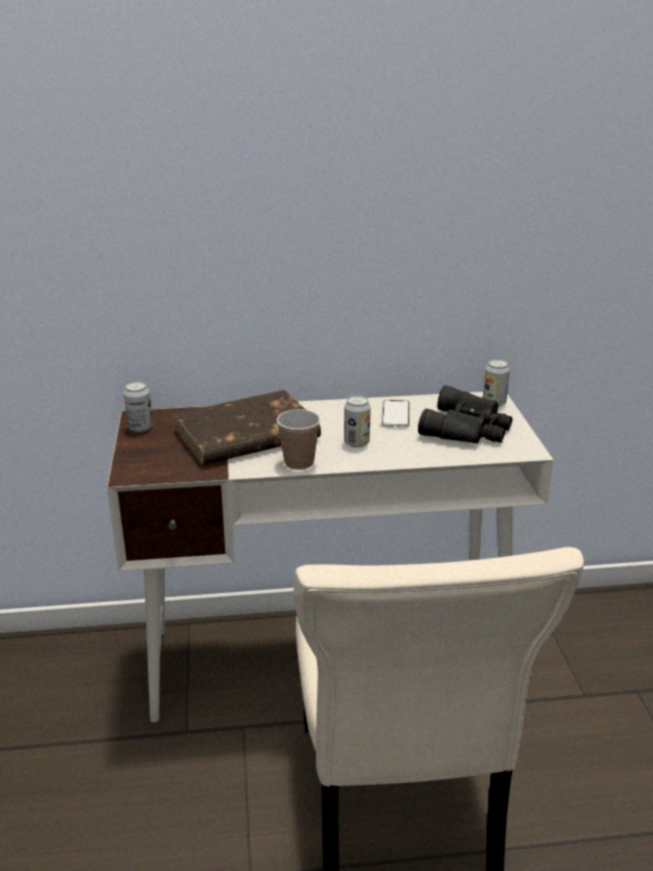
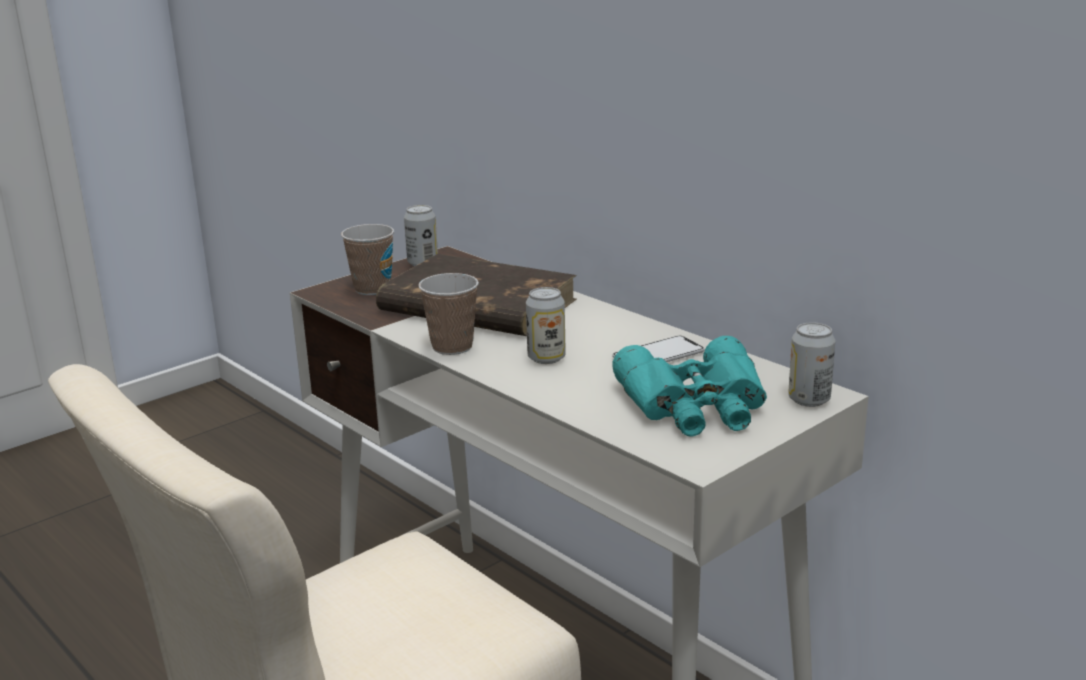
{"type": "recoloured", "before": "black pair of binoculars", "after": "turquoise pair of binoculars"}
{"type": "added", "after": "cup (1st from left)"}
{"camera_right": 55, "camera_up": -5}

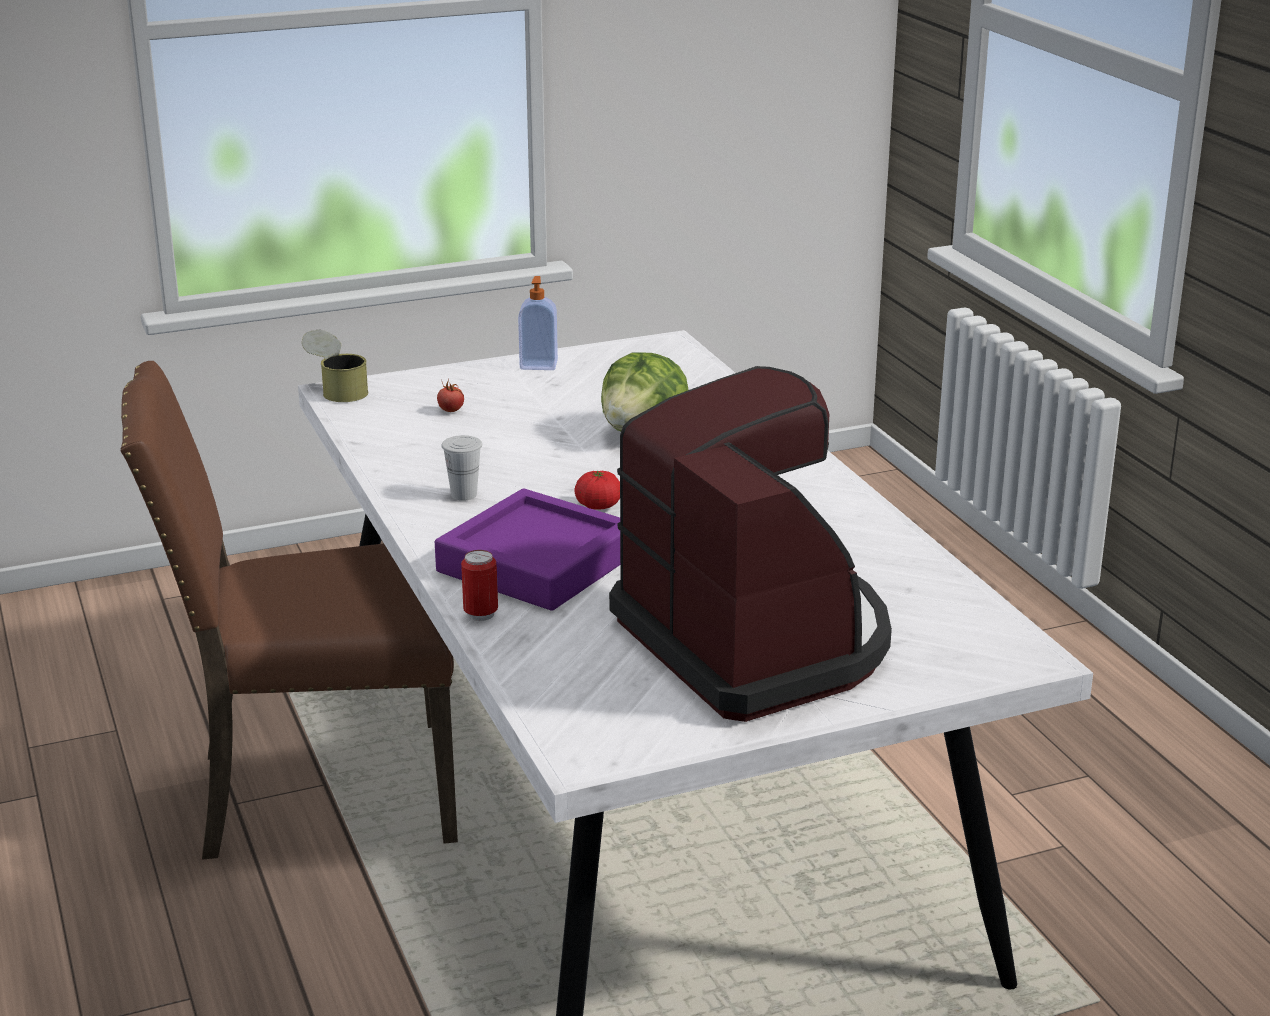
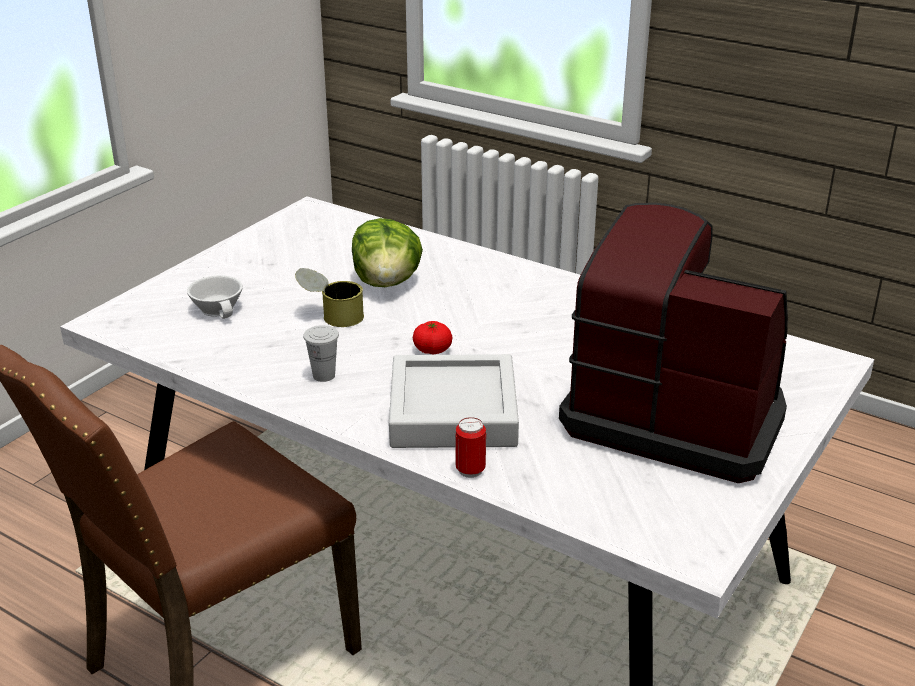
{"type": "removed", "before": "liquid soap bottle"}
{"type": "moved", "before": "sealed can (1st from left)"}
{"type": "replaced", "before": "fresh tomato (1st from left)", "after": "white-coloured cup (1st from left)"}
{"type": "recoloured", "before": "purplish serving tray", "after": "gray serving tray"}
{"camera_right": -35, "camera_up": 5}

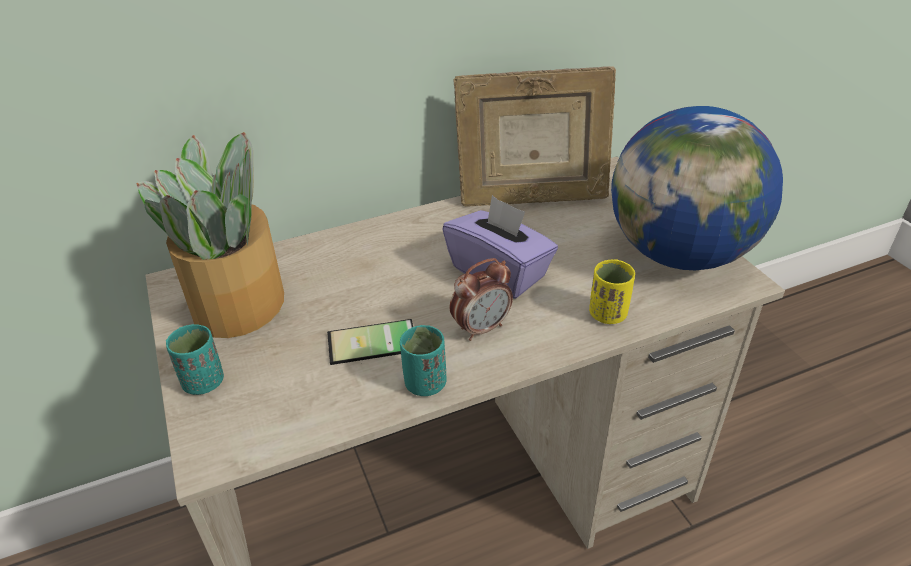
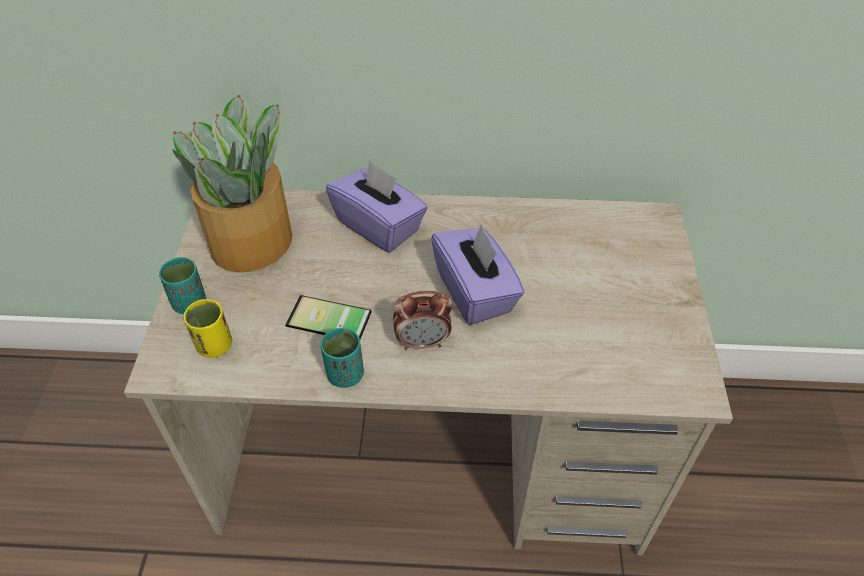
{"type": "removed", "before": "standing frame"}
{"type": "removed", "before": "desk globe"}
{"type": "moved", "before": "yellow-coloured cup"}
{"type": "added", "after": "purplish box of tissues (1st from left)"}
{"camera_right": 25, "camera_up": 10}

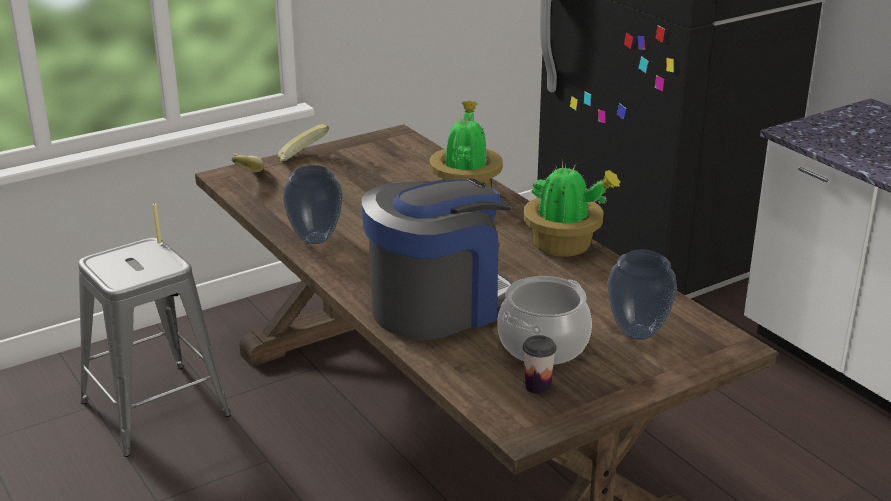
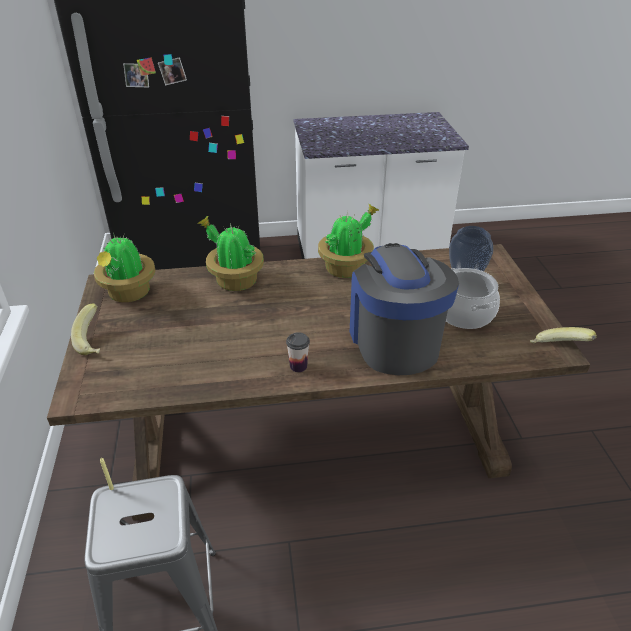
{"type": "moved", "before": "banana (1st from left in the first image)", "after": "banana (2nd from left)"}
{"type": "removed", "before": "decorative vase (1st from left)"}
{"type": "moved", "before": "cup"}
{"type": "added", "after": "plant in a pot (1st from left)"}
{"camera_right": -65, "camera_up": 10}

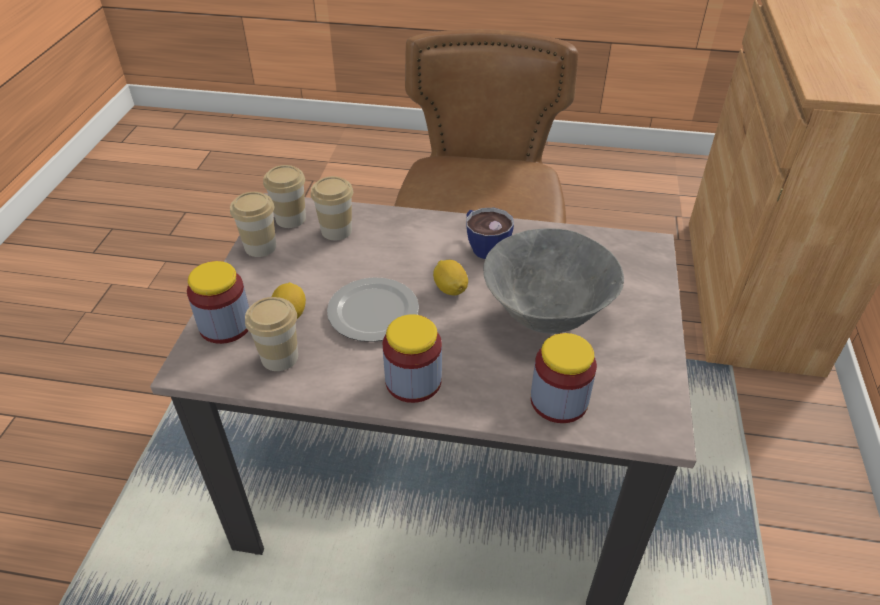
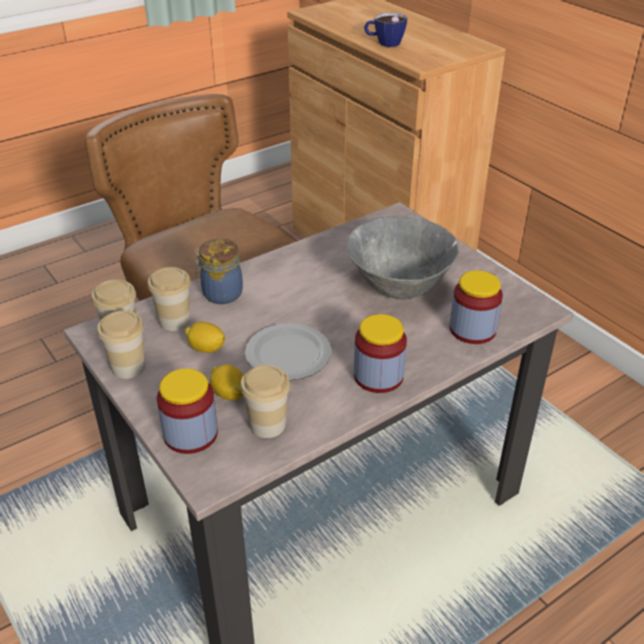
{"type": "moved", "before": "cup (5th from left)"}
{"type": "moved", "before": "lemon (2nd from left in the first image)", "after": "lemon (1st from left)"}
{"type": "added", "after": "storage jar (2nd from left)"}
{"camera_right": -45, "camera_up": -5}

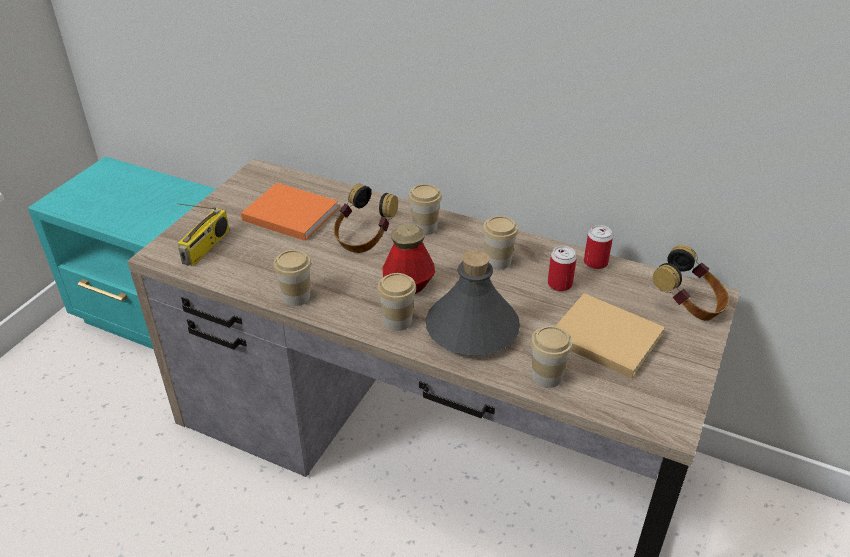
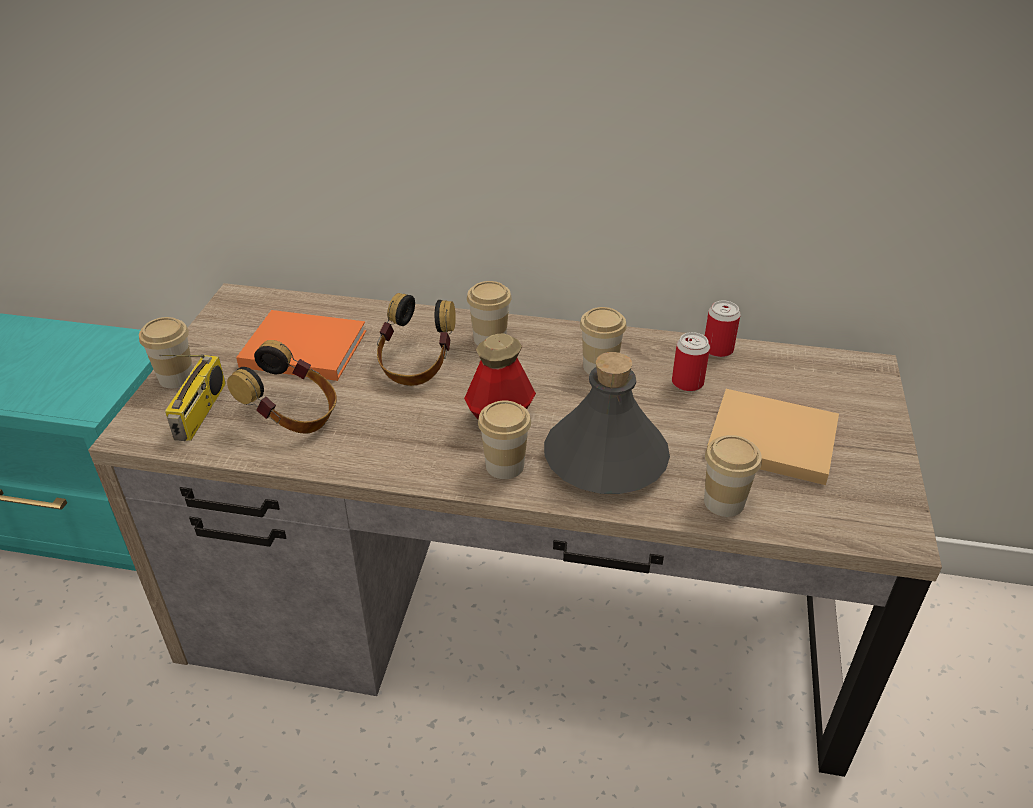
{"type": "moved", "before": "pair of headphones (2nd from left in the first image)", "after": "pair of headphones (1st from left)"}
{"type": "moved", "before": "cup (1st from left)"}
{"camera_right": -15, "camera_up": 0}

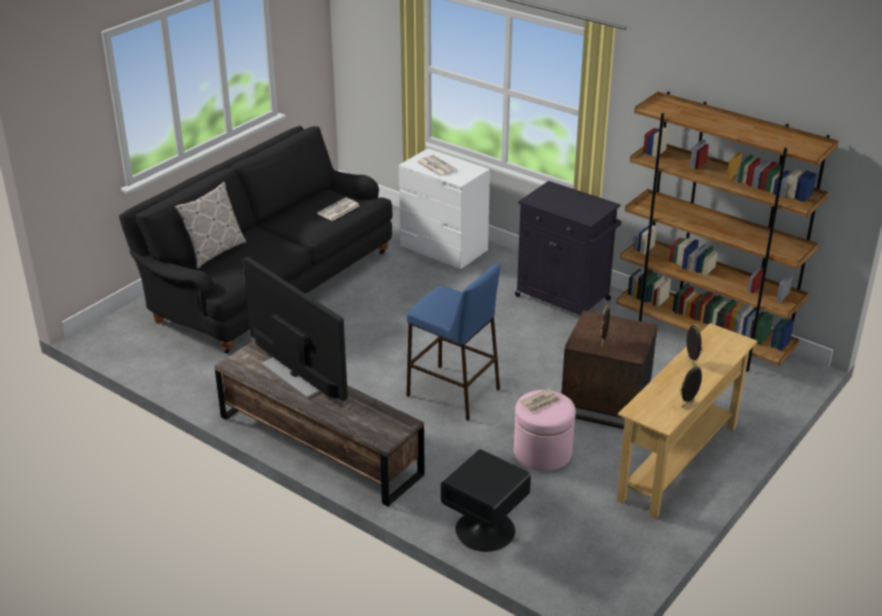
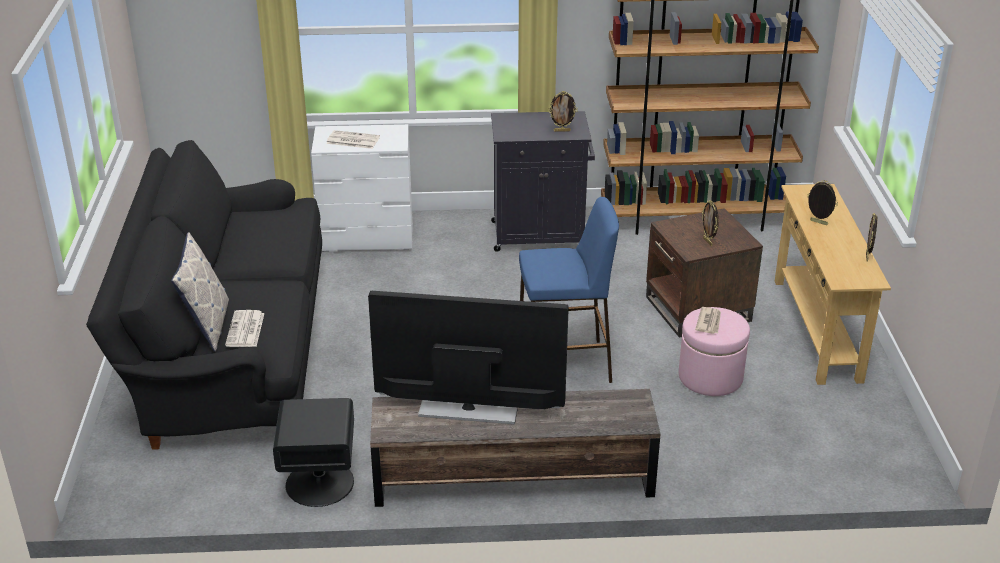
{"type": "moved", "before": "printed paper (1st from left)"}
{"type": "moved", "before": "black bedside table"}
{"type": "added", "after": "standing frame (1st from left)"}
{"camera_right": -40, "camera_up": 0}

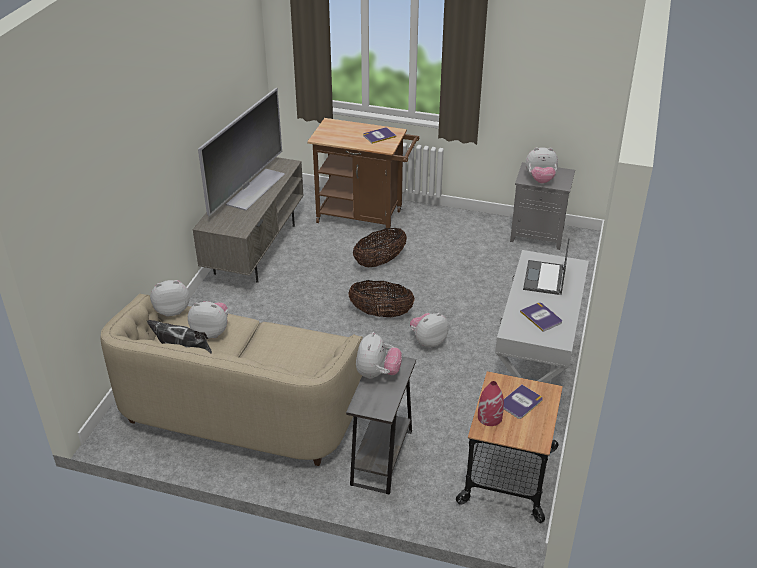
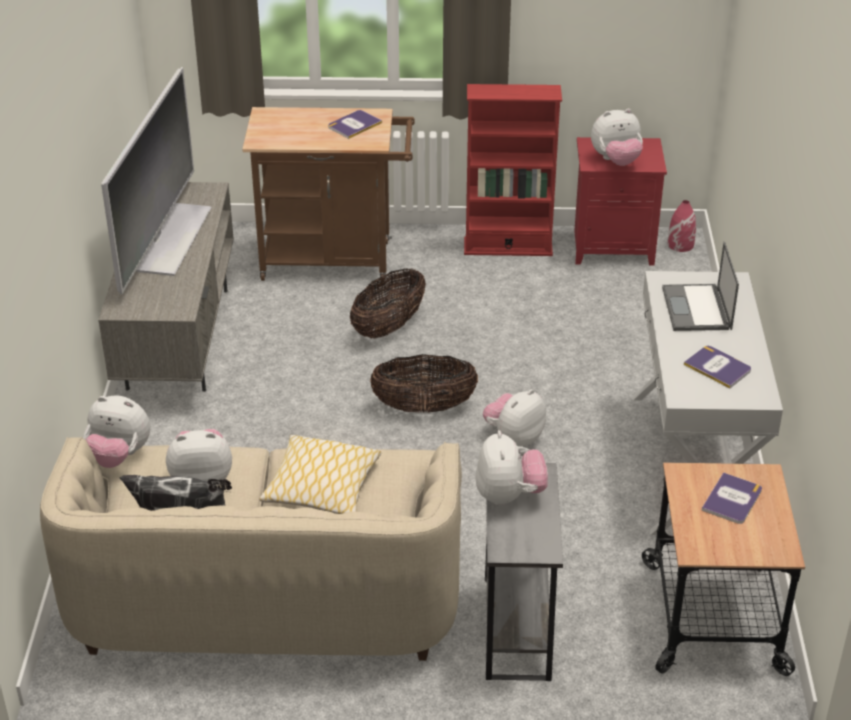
{"type": "recoloured", "before": "gray bedside table", "after": "reddish bedside table"}
{"type": "turned", "before": "plush toy (1st from left)", "turn": -135}
{"type": "moved", "before": "reddish decorative vase"}
{"type": "added", "after": "reddish bookshelf"}
{"type": "added", "after": "pillow (2nd from left)"}
{"camera_right": -15, "camera_up": 0}

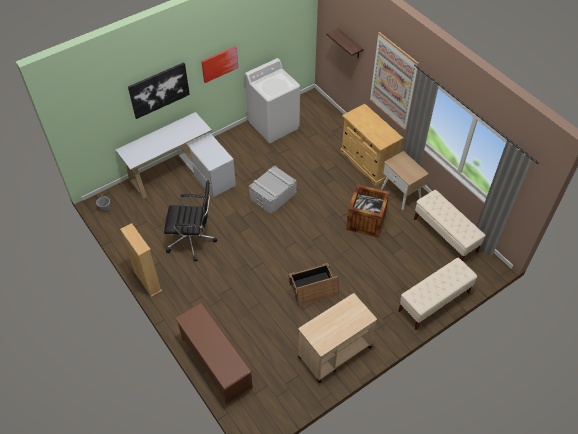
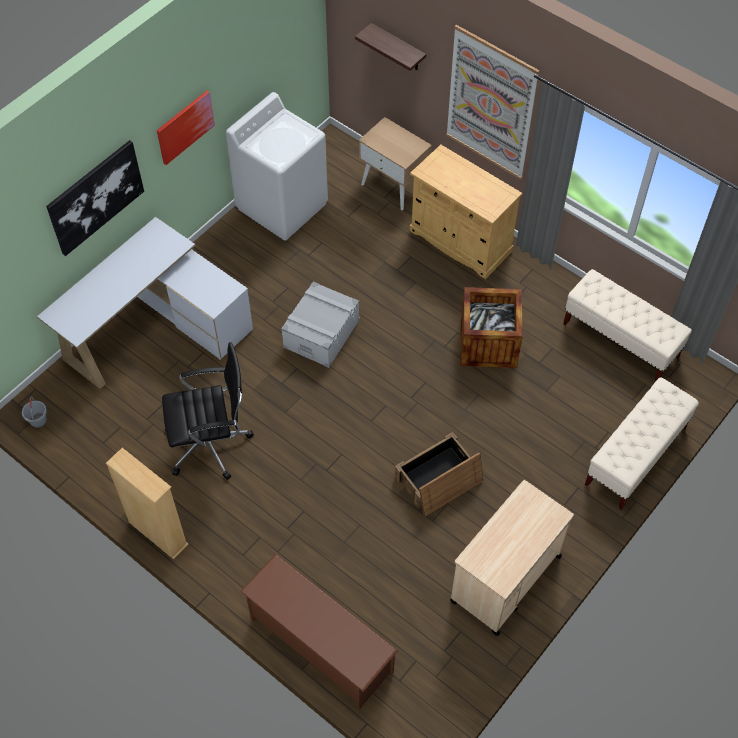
{"type": "moved", "before": "beige bedside table"}
{"camera_right": -15, "camera_up": 5}

